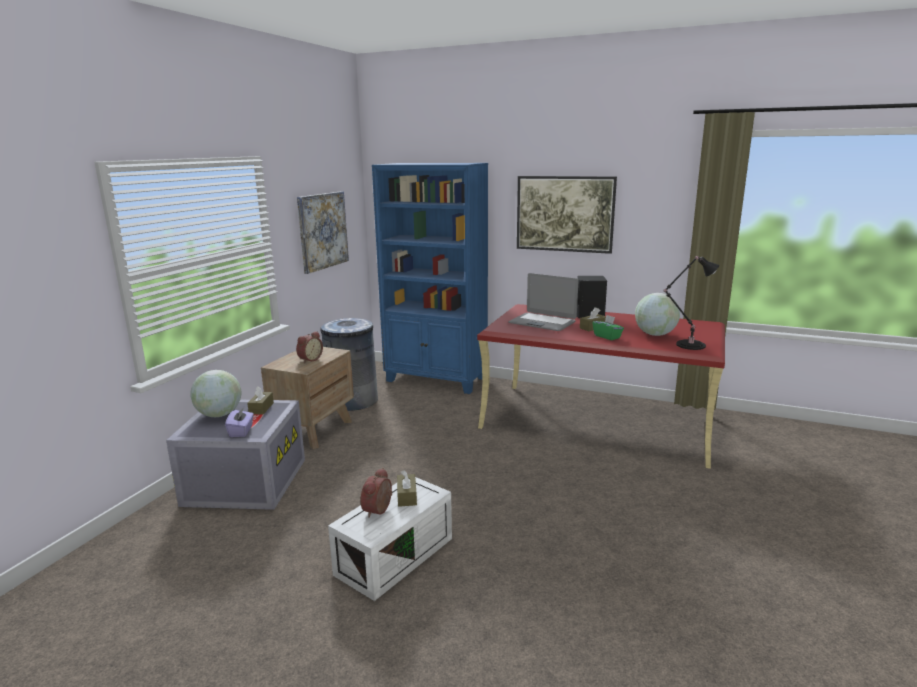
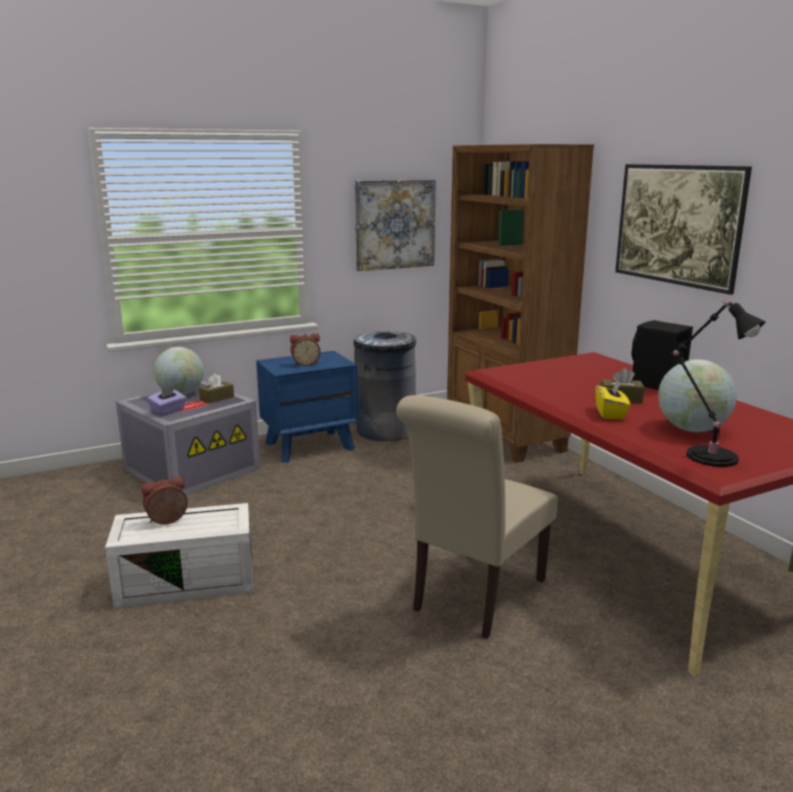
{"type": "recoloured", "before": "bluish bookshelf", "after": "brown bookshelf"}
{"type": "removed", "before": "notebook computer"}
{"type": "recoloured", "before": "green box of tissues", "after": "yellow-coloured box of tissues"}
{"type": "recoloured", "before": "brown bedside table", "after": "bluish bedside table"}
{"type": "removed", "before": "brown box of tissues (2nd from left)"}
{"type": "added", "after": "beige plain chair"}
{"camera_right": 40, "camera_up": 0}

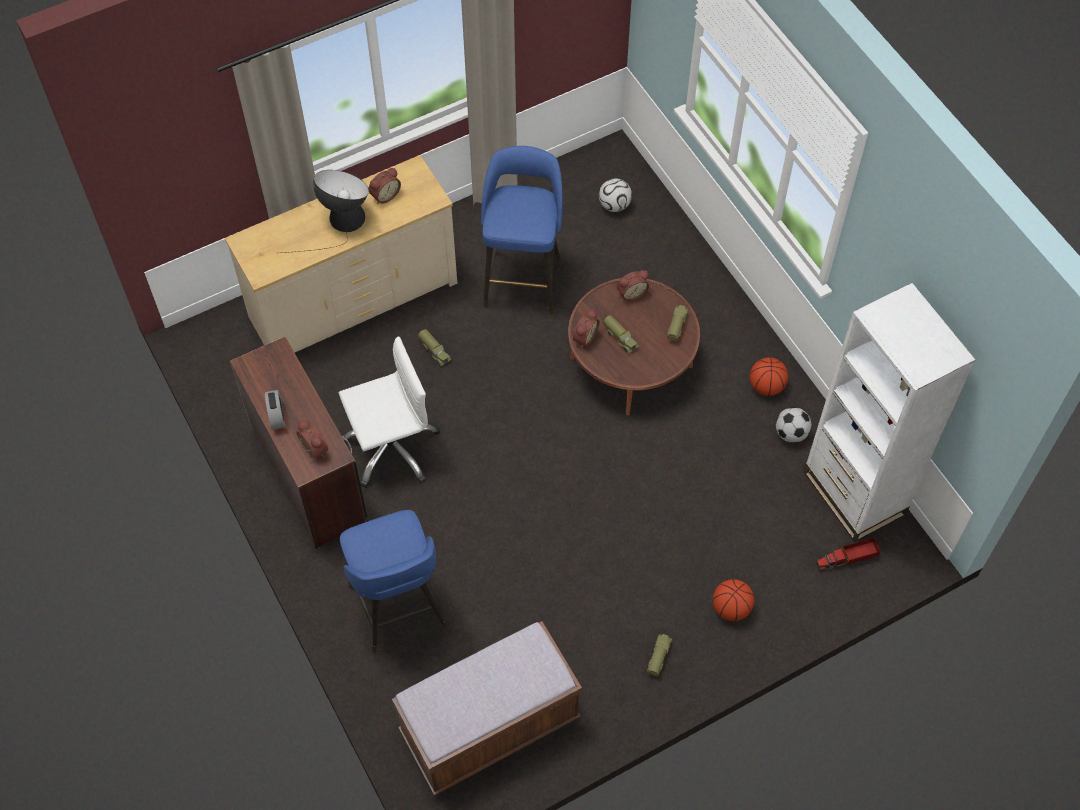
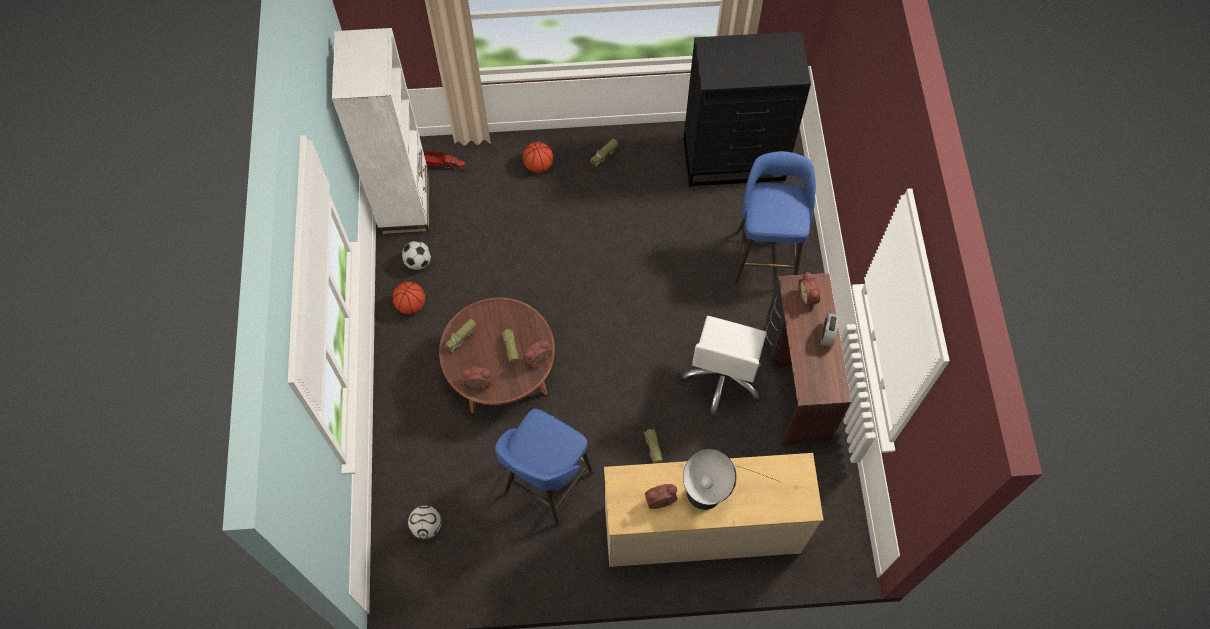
{"type": "turned", "before": "white-coloured computer chair", "turn": -75}
{"type": "replaced", "before": "brown indoor bench", "after": "black dresser"}
{"camera_right": -155, "camera_up": 5}

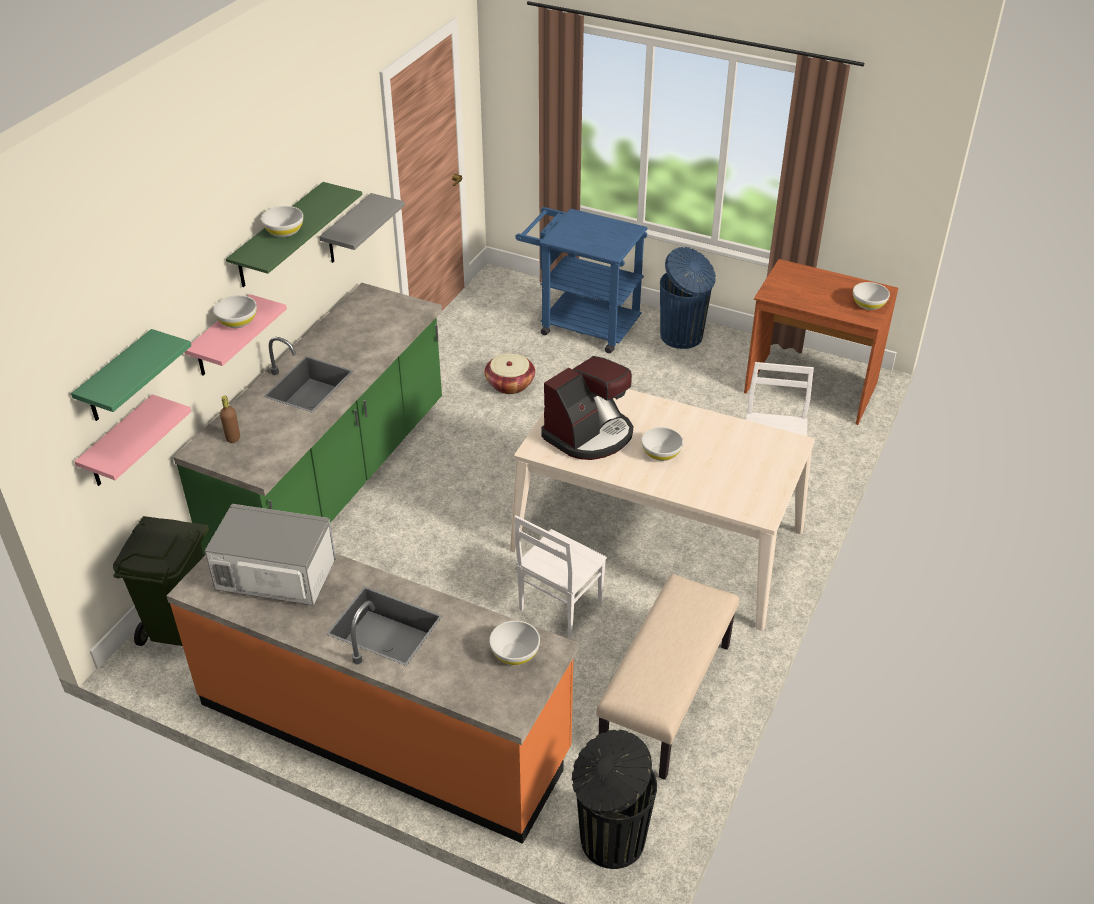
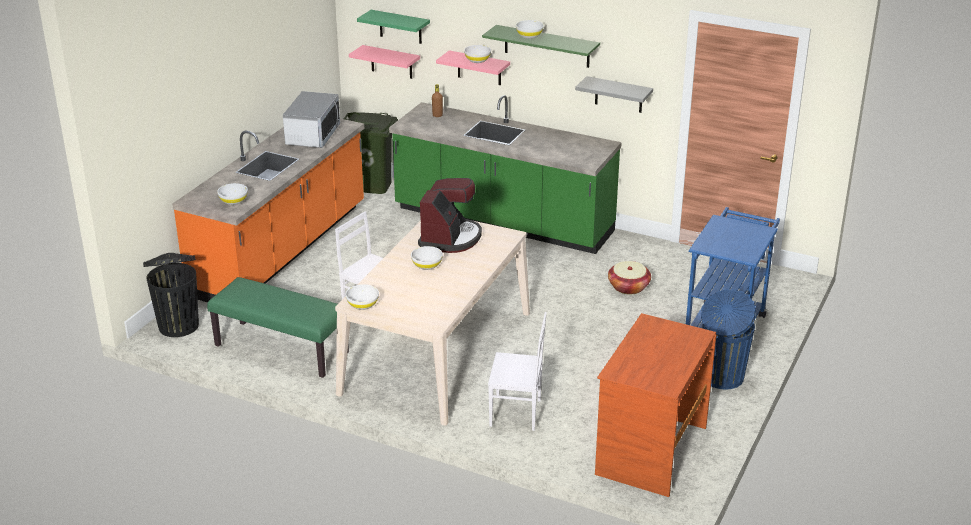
{"type": "moved", "before": "white-coloured serving bowl (5th from left in the first image)", "after": "white-coloured serving bowl (2nd from left)"}
{"type": "turned", "before": "coffee brewer", "turn": -120}
{"type": "recoloured", "before": "beige indoor bench", "after": "green indoor bench"}
{"camera_right": 90, "camera_up": -10}

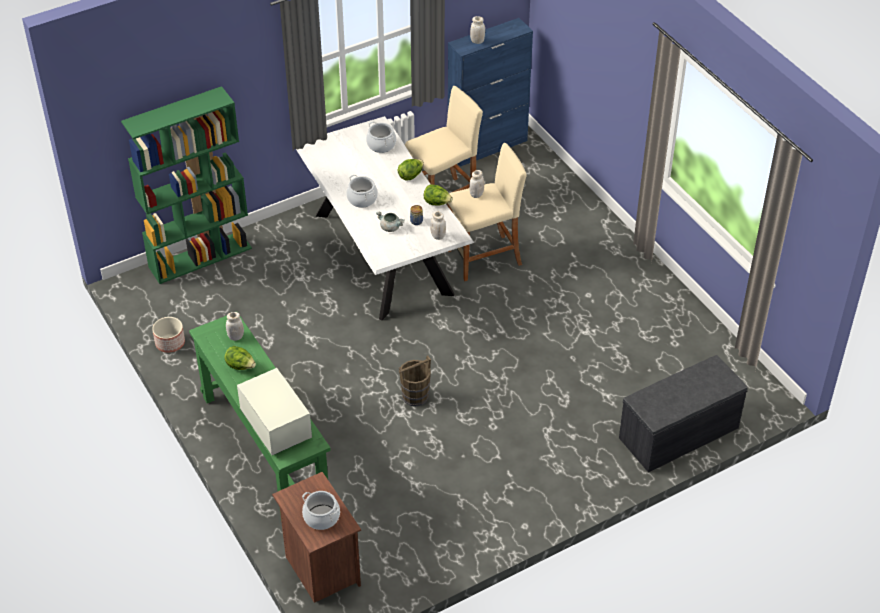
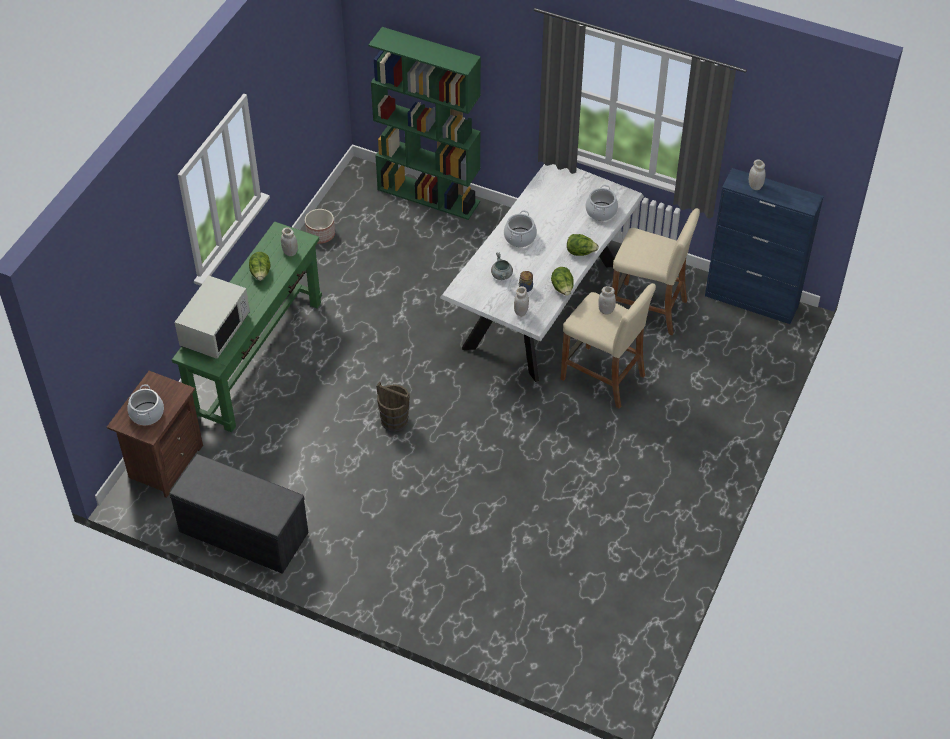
{"type": "moved", "before": "gray indoor bench"}
{"camera_right": 55, "camera_up": 5}

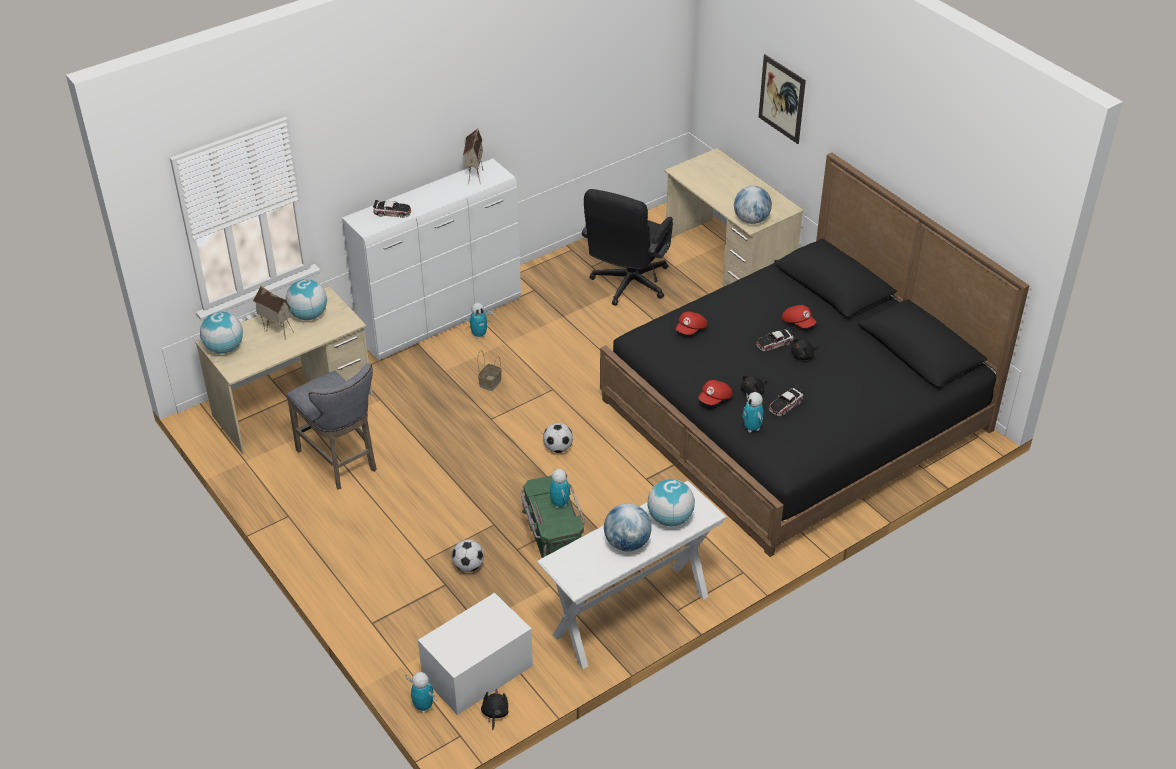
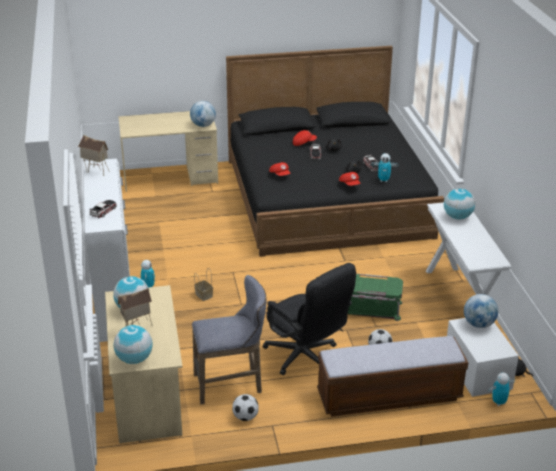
{"type": "removed", "before": "wall picture"}
{"type": "moved", "before": "black computer chair"}
{"type": "moved", "before": "football ball (2nd from left in the first image)", "after": "football ball (1st from left)"}
{"type": "removed", "before": "robot figure (3rd from left)"}
{"type": "moved", "before": "desk globe (3rd from left in the first image)", "after": "desk globe (5th from left)"}
{"type": "added", "after": "indoor bench"}
{"camera_right": -65, "camera_up": -10}

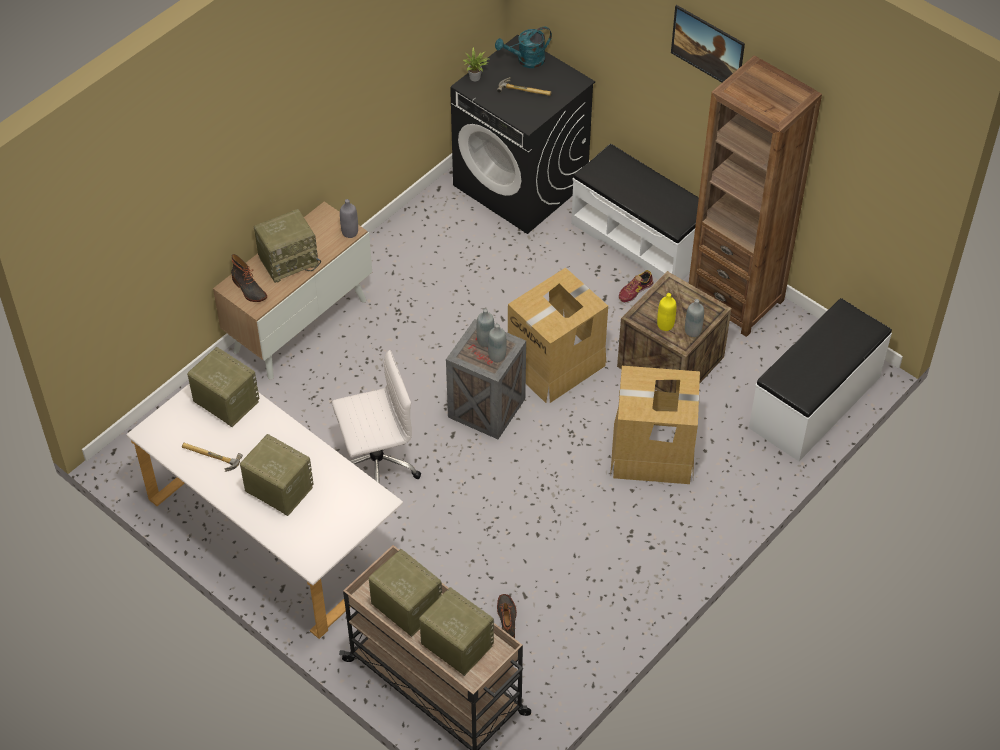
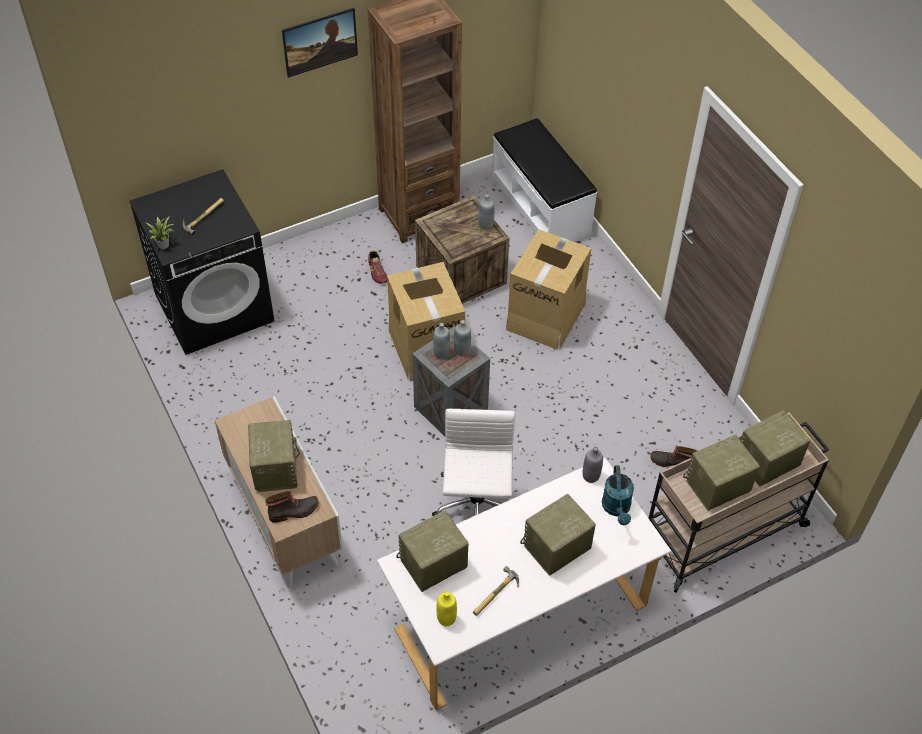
{"type": "moved", "before": "turquoise watering pot"}
{"type": "removed", "before": "white-coloured indoor bench (1st from left)"}
{"type": "moved", "before": "gray bottle (1st from left in the first image)", "after": "gray bottle (4th from left)"}
{"type": "moved", "before": "yellow-coloured bottle"}
{"camera_right": -70, "camera_up": 0}

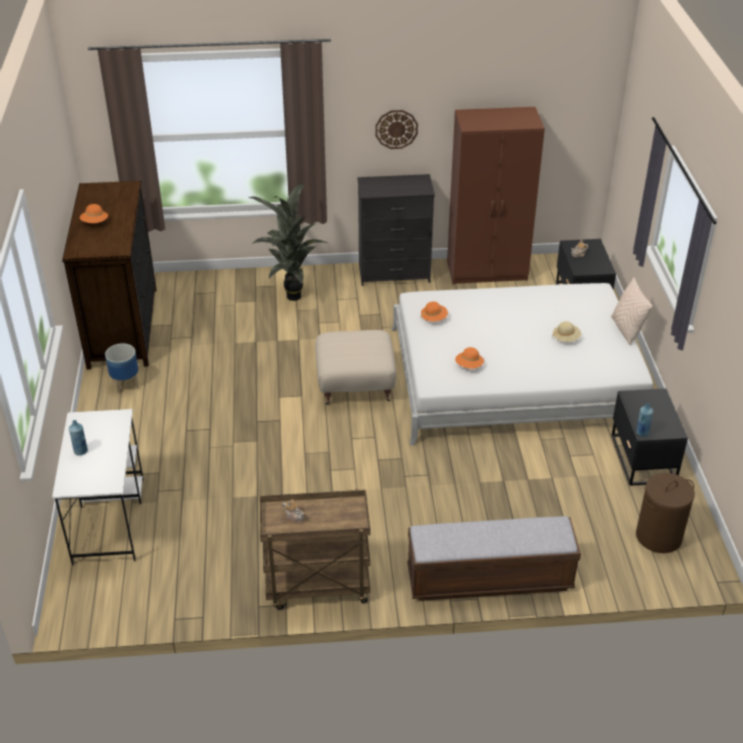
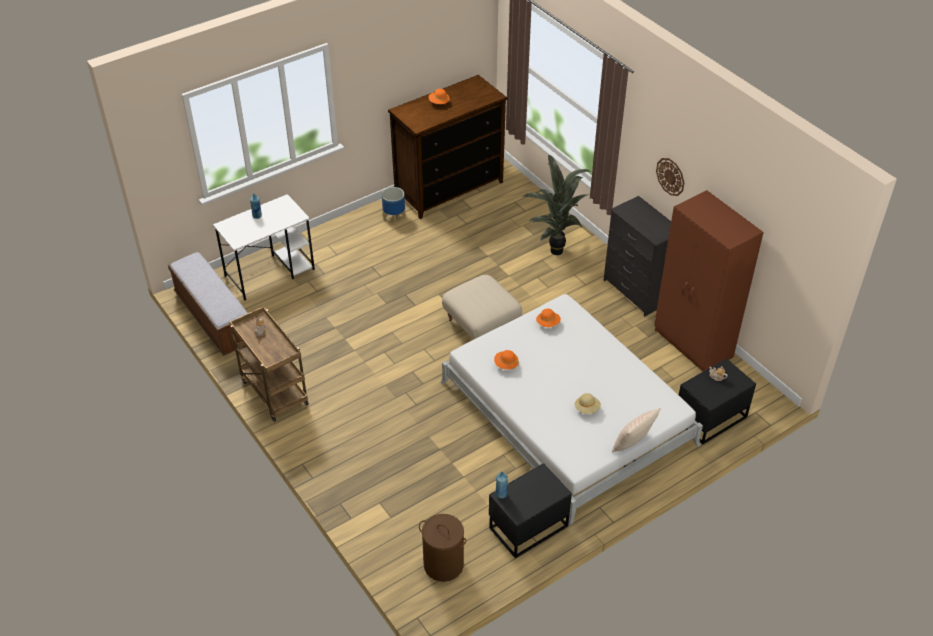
{"type": "moved", "before": "indoor bench"}
{"camera_right": 60, "camera_up": 5}

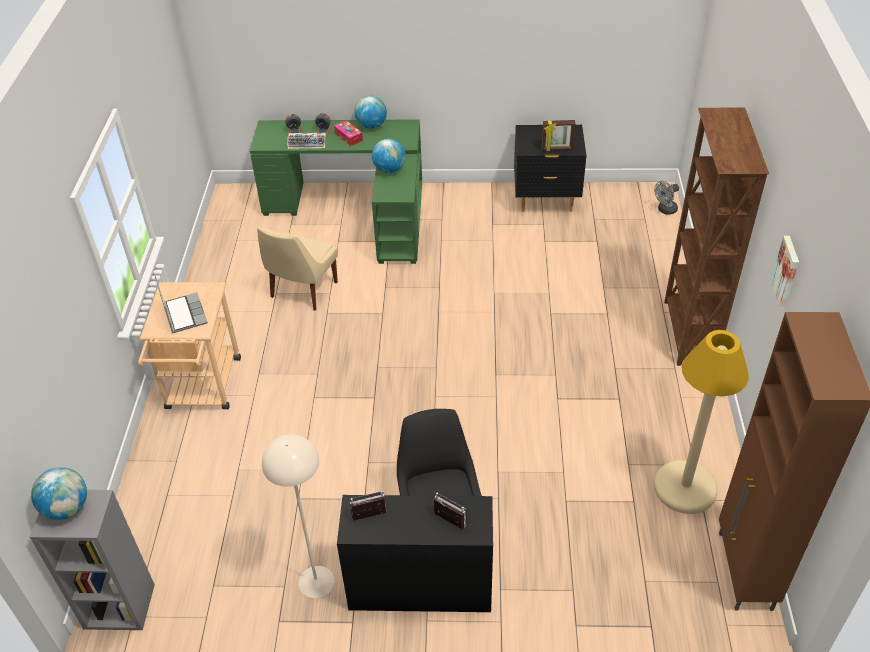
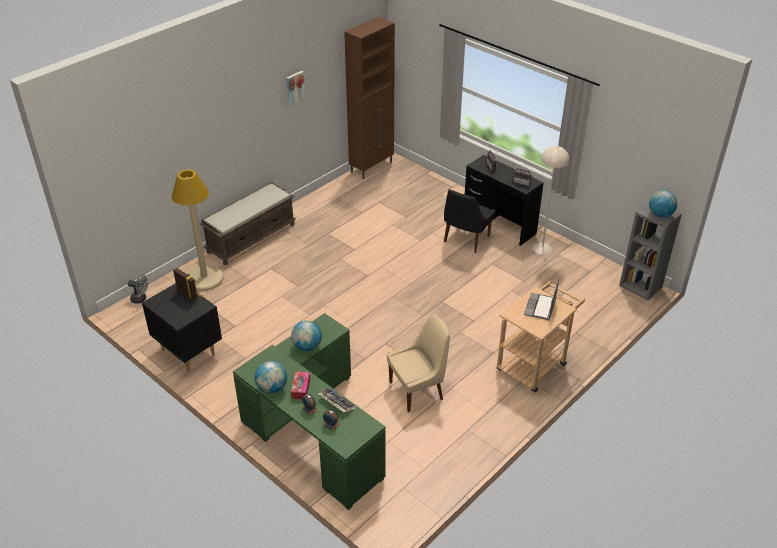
{"type": "replaced", "before": "brown bookshelf", "after": "brown indoor bench"}
{"type": "moved", "before": "beige standard lamp (2nd from left in the first image)", "after": "beige standard lamp (1st from left)"}
{"camera_right": -140, "camera_up": -5}

